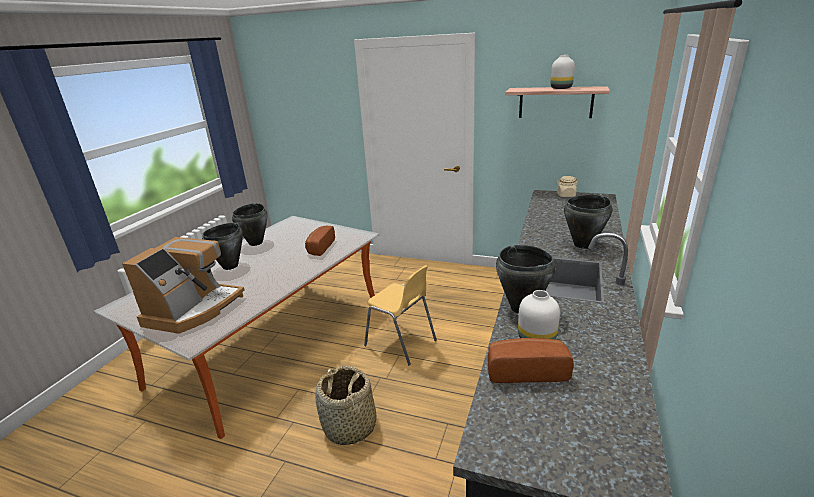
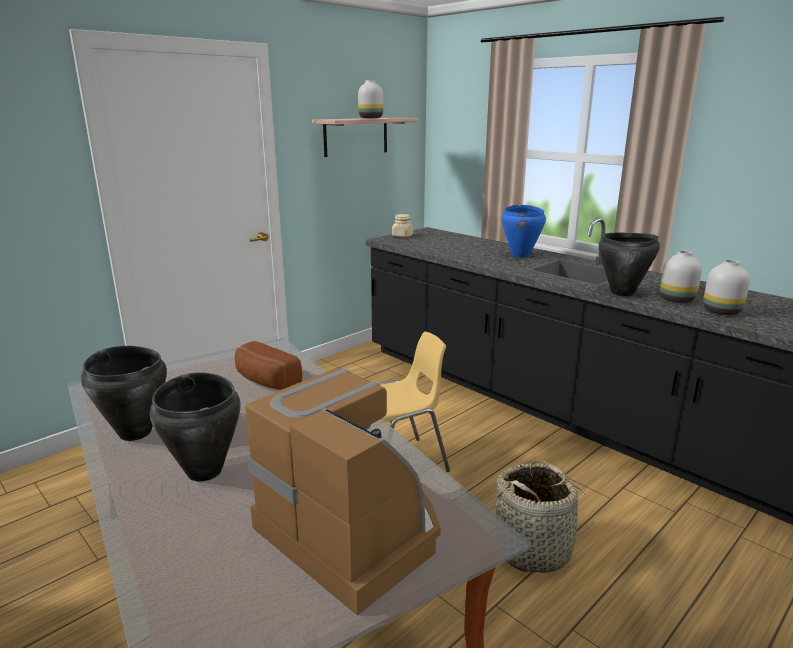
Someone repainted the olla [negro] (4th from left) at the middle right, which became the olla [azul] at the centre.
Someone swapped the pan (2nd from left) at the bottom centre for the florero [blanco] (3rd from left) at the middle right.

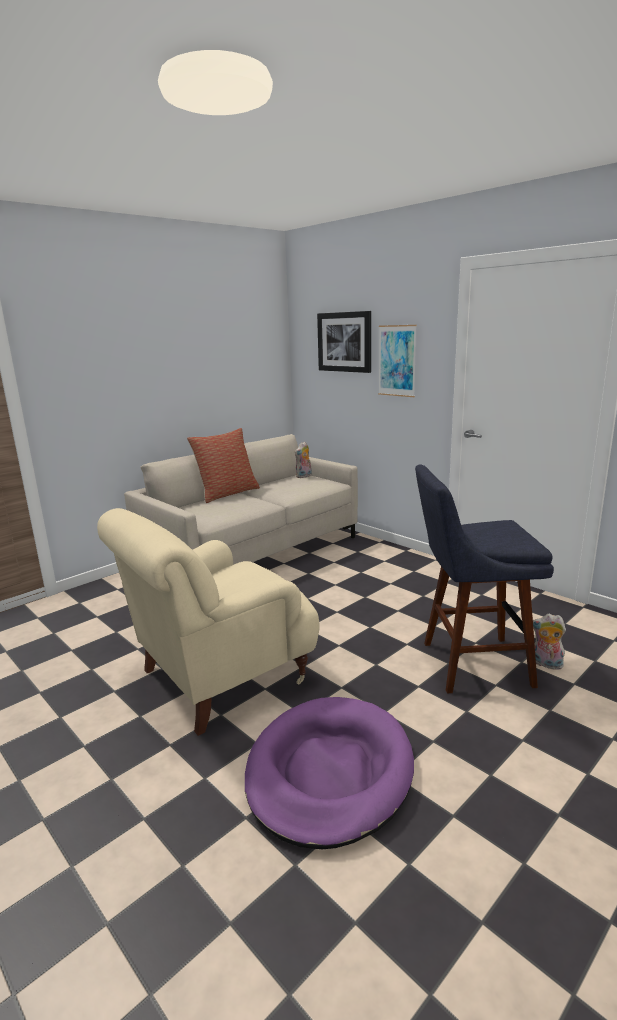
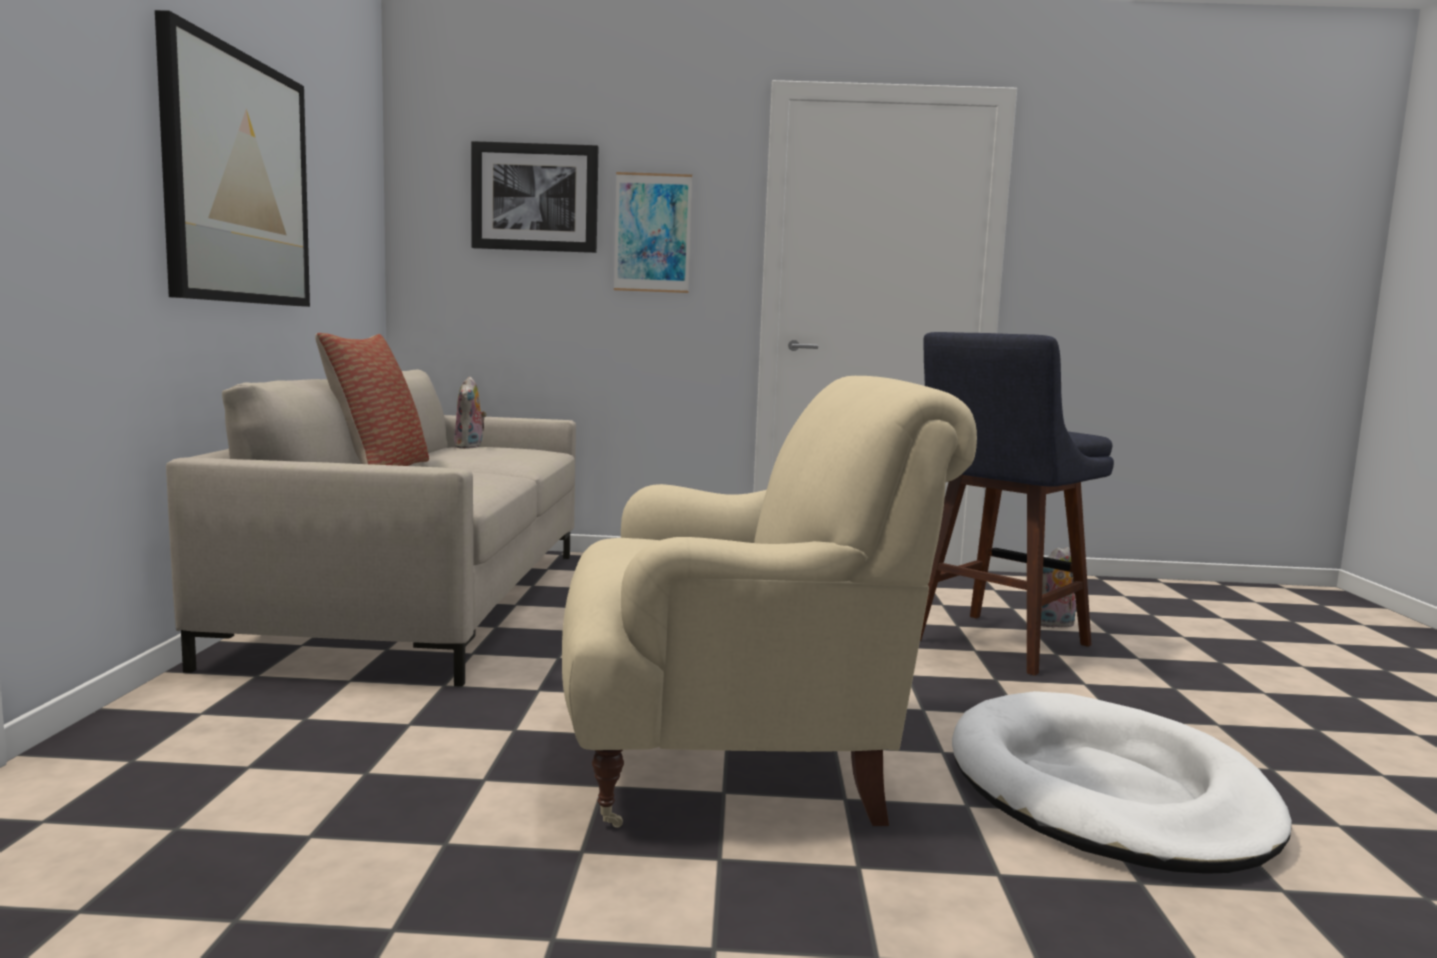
Someone rotated the sillón [beis] at the centre by 105 degrees counterclockwise.
Someone repainted the cama para perro [morado] at the bottom centre, which became the cama para perro [blanco] at the bottom right.
Someone put up the cuadro (1st from left) at the top left.

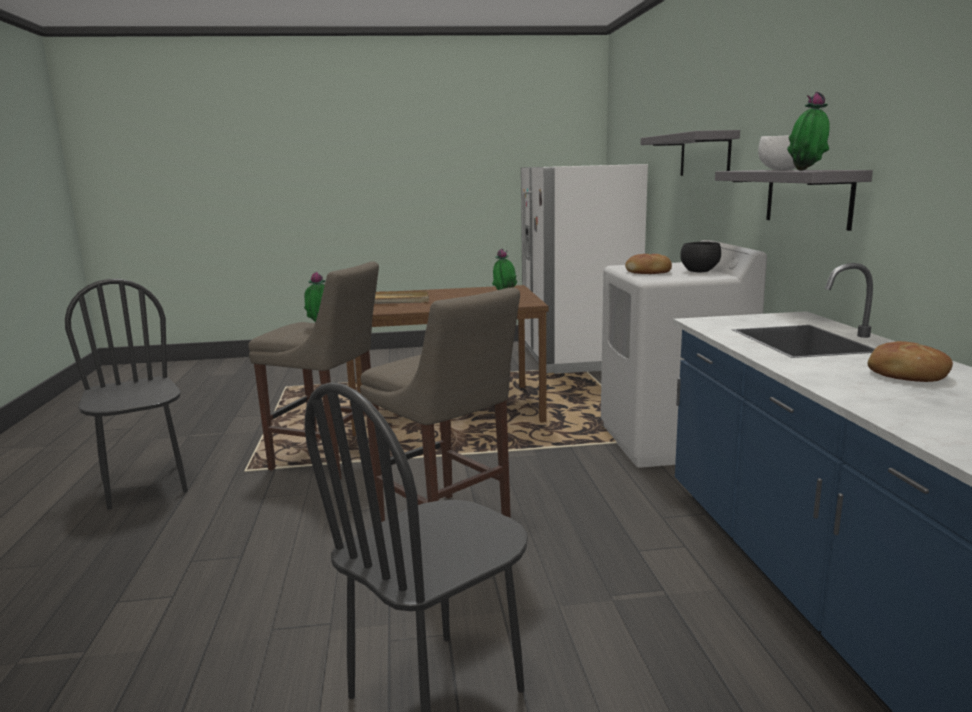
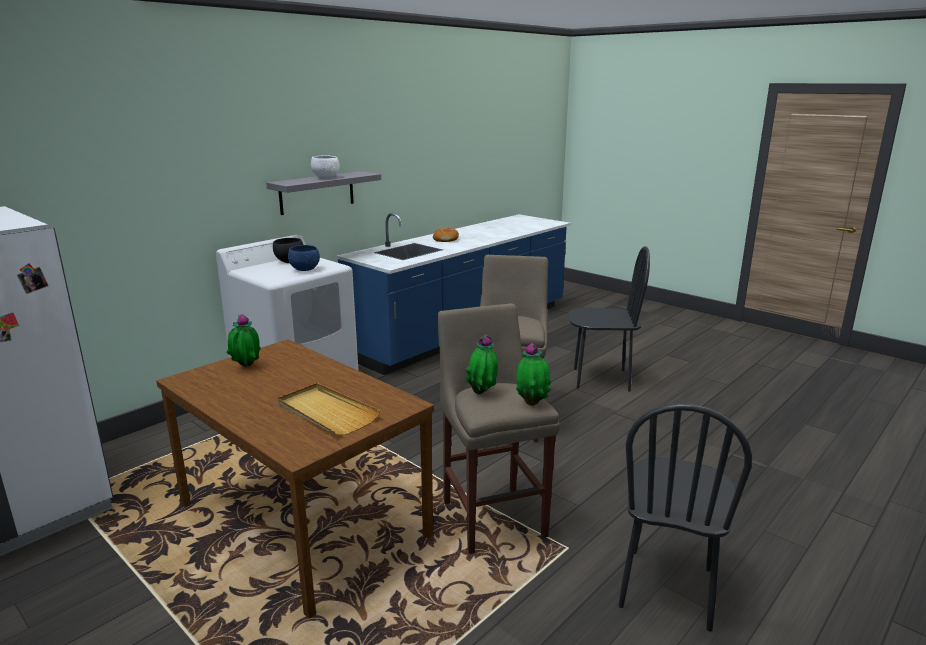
Someone carried the planta en maceta (3rd from left) from the top right to the centre.
Someone took away the estante [gris] (1st from left) at the top right.
Someone swapped the pan (1st from left) at the middle right for the cuenco [azul] at the middle left.

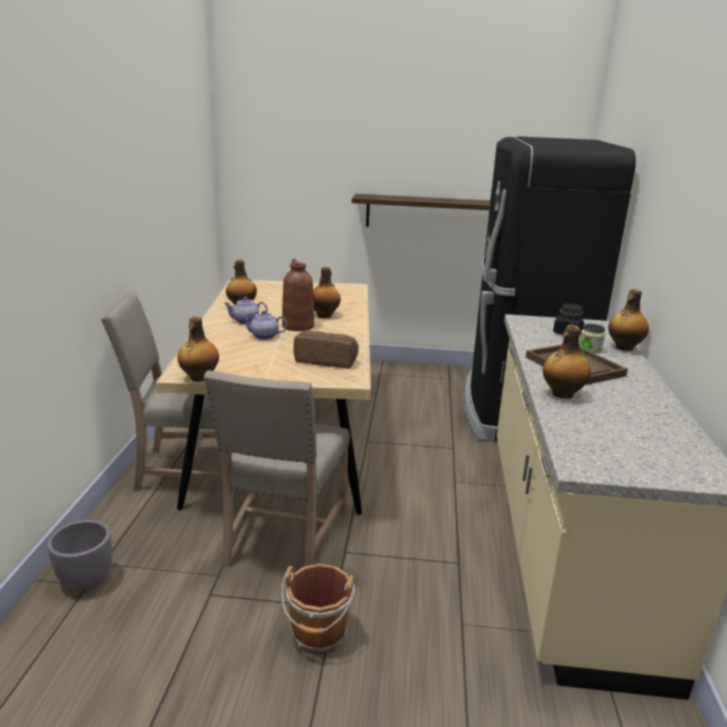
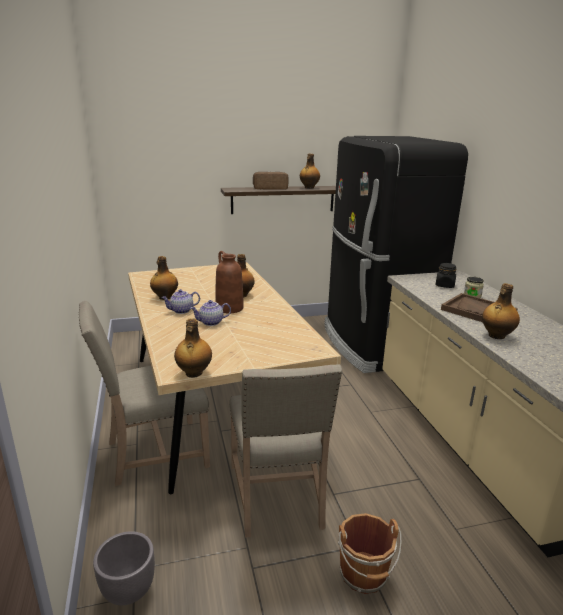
Someone carried the botella (5th from left in the first image) from the middle right to the top centre.
Someone carried the pan from the centre to the top centre.

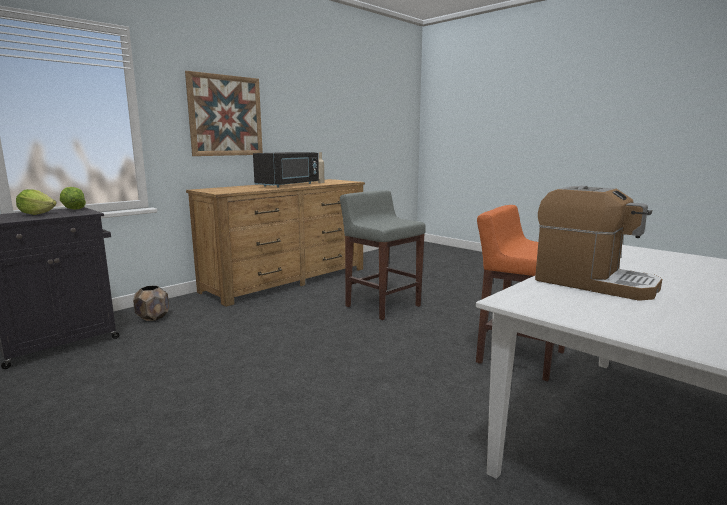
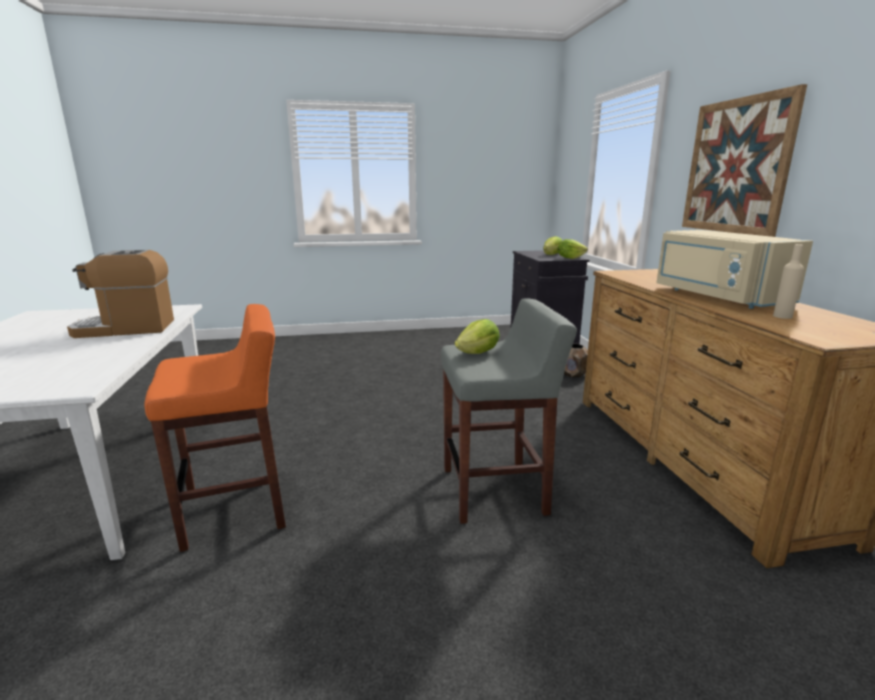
Someone repainted the microondas [negro] at the centre, which became the microondas [beis] at the middle right.
Someone put down the lechuga (1st from left) at the centre.

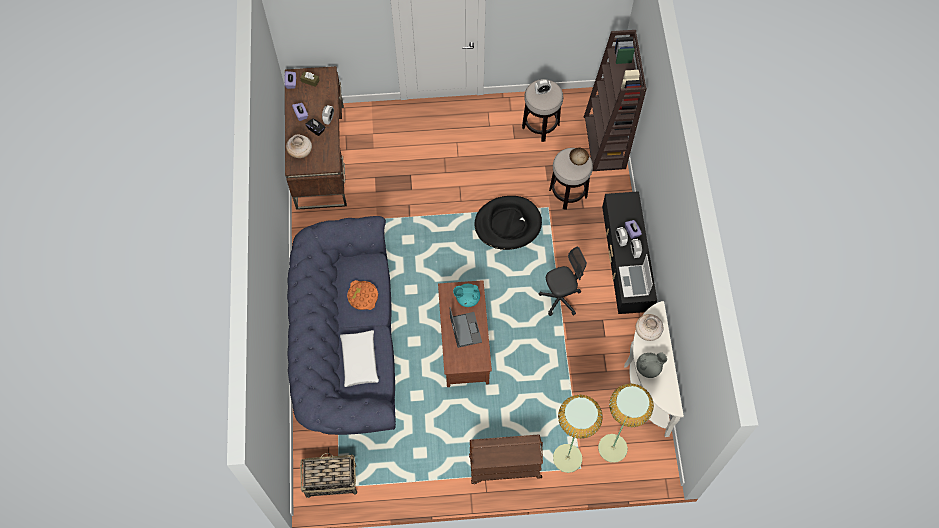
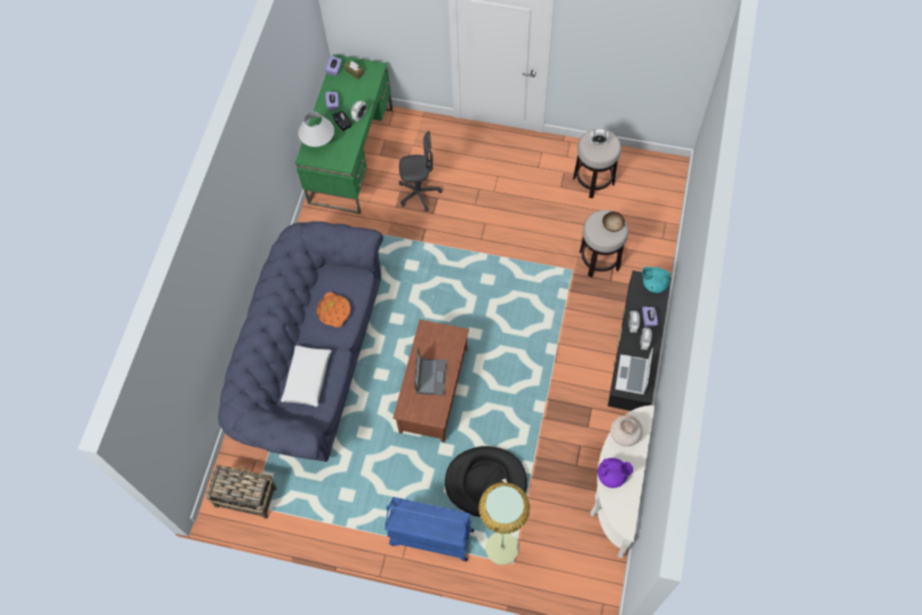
Someone took away the estantería [marrón] at the top centre.
Someone repainted the escritorio [marrón] at the top centre, which became the escritorio [verde] at the top centre.
Someone swapped the florero [beis] (1st from left) at the top left for the lámpara de mesa [blanco] at the top centre.
Someone carried the cama para perro [negro] from the centre to the bottom centre.
Someone carried the silla de oficina [gris] from the centre to the top centre.
Someone carried the tetera [turquesa] from the centre to the middle right.
Someone repainted the tetera [gris] at the bottom right, which became the tetera [morado] at the bottom right.
Someone took away the lámpara de pie (2nd from left) at the bottom right.
Someone repainted the carrito [marrón] at the bottom centre, which became the carrito [azul] at the bottom centre.

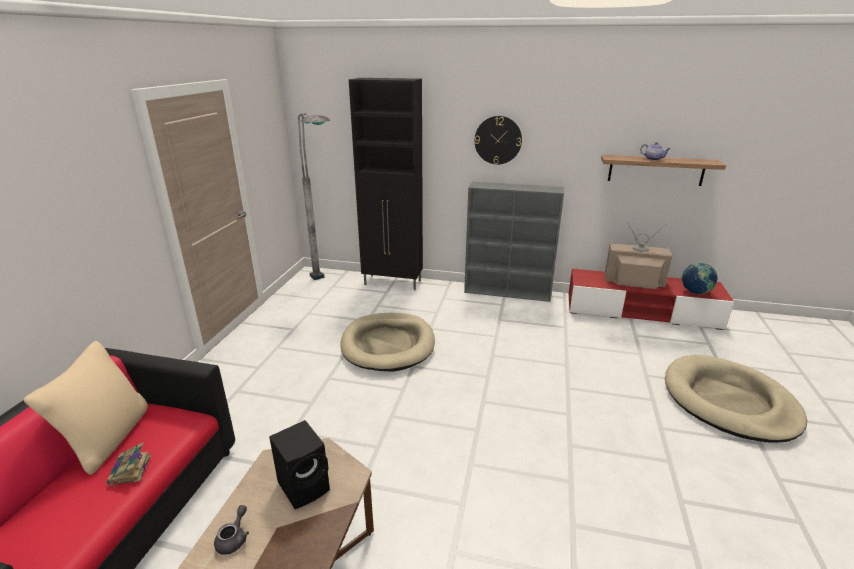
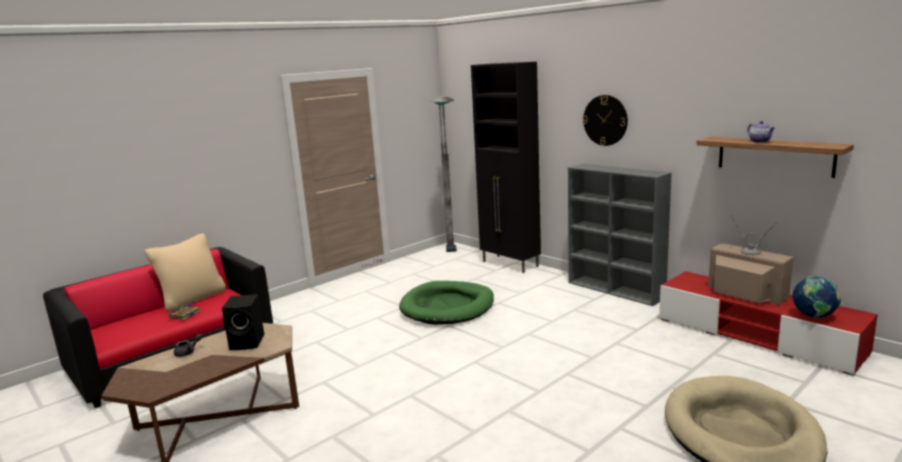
Someone repainted the cama para perro [beis] (1st from left) at the centre, which became the cama para perro [verde] at the centre.

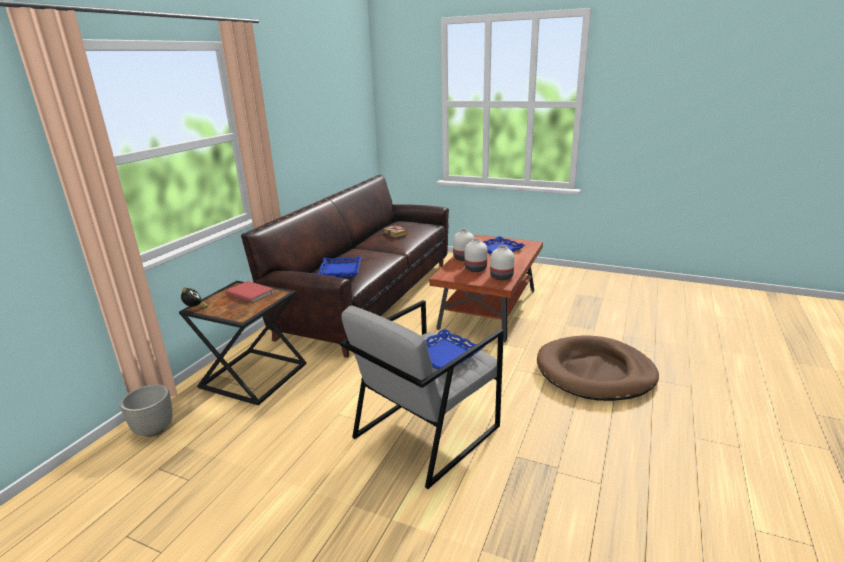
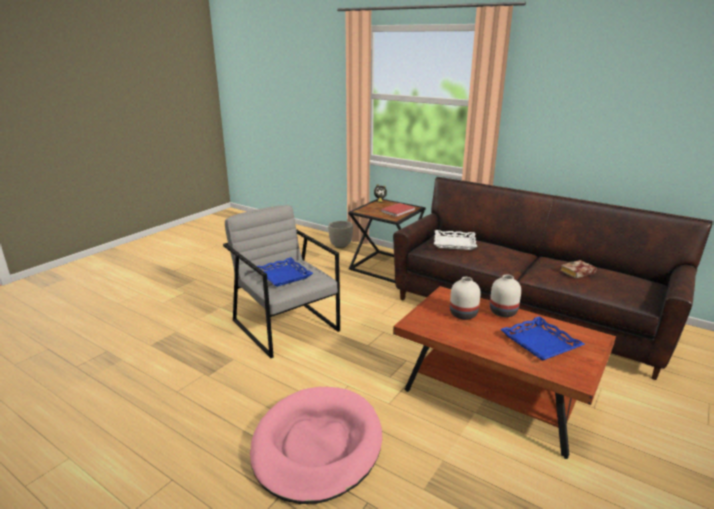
Someone took away the florero [blanco] (3rd from left) at the centre.
Someone repainted the bandeja [azul] (1st from left) at the centre, which became the bandeja [blanco] at the centre.
Someone repainted the cama para perro [marrón] at the middle right, which became the cama para perro [rosa] at the bottom centre.

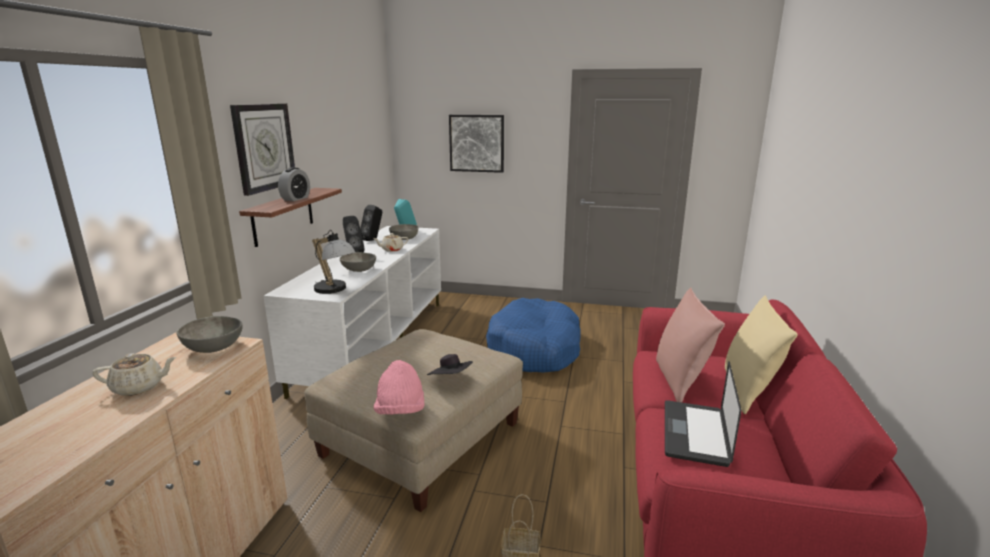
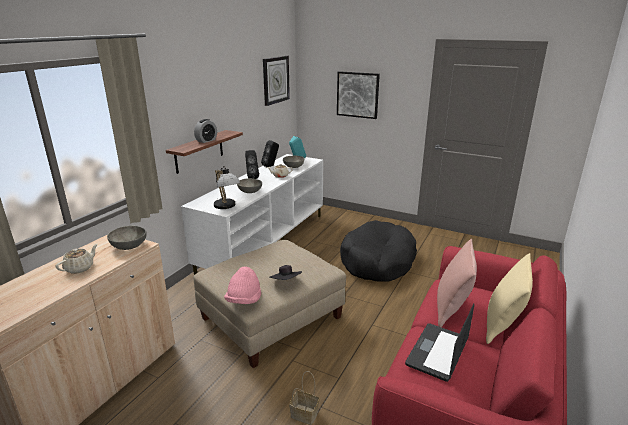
Someone carried the reloj de pared from the top left to the top centre.
Someone repainted the cama para perro [azul] at the centre, which became the cama para perro [negro] at the centre.
Someone rotated the tetera [beis] (1st from left) at the bottom left by 60 degrees counterclockwise.

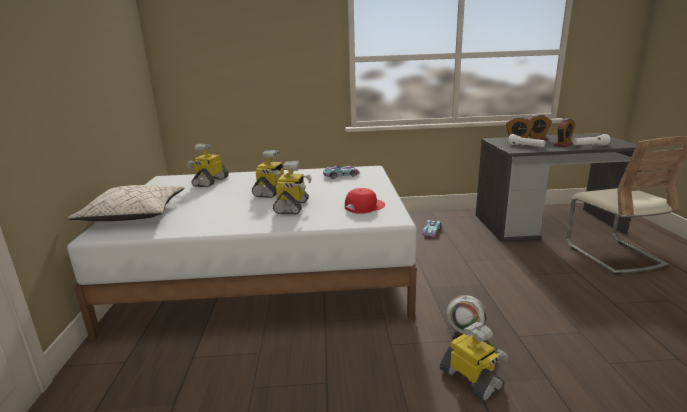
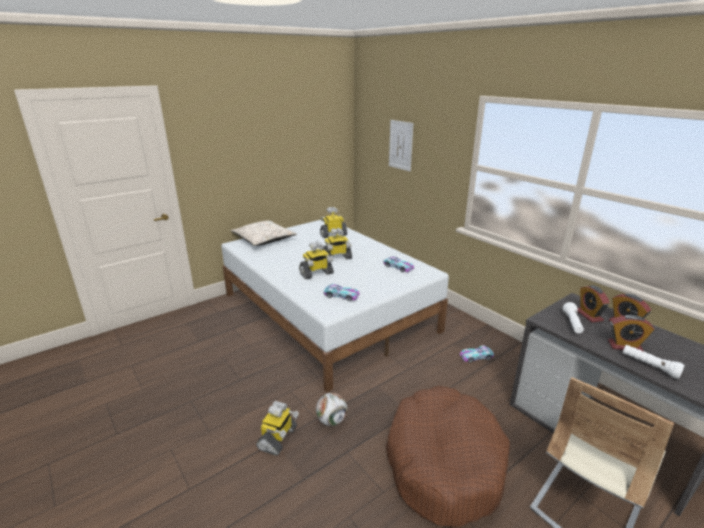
Someone swapped the gorra [rojo] at the centre for the coche de juguete (1st from left) at the centre.
Someone put up the cuadro at the top centre.
Someone put down the cama para perro [marrón] at the bottom centre.

